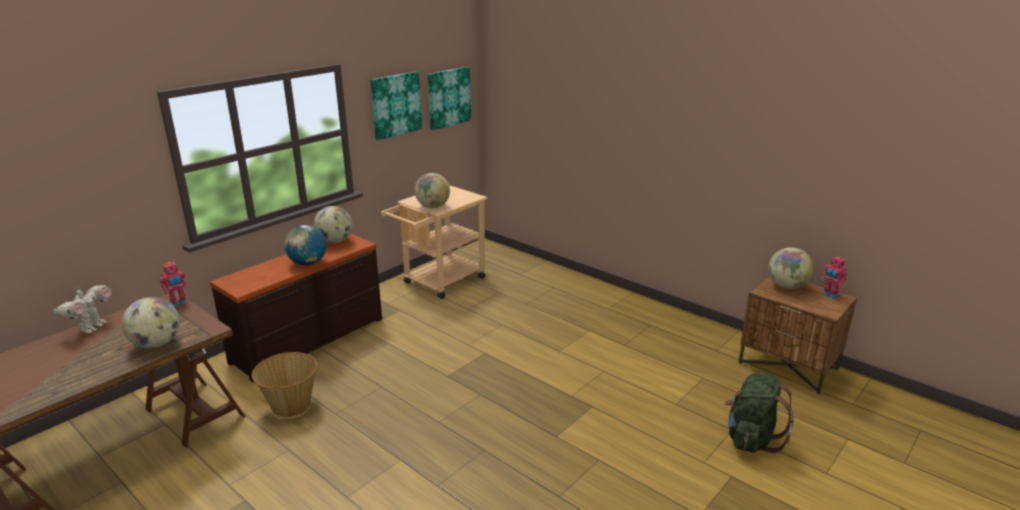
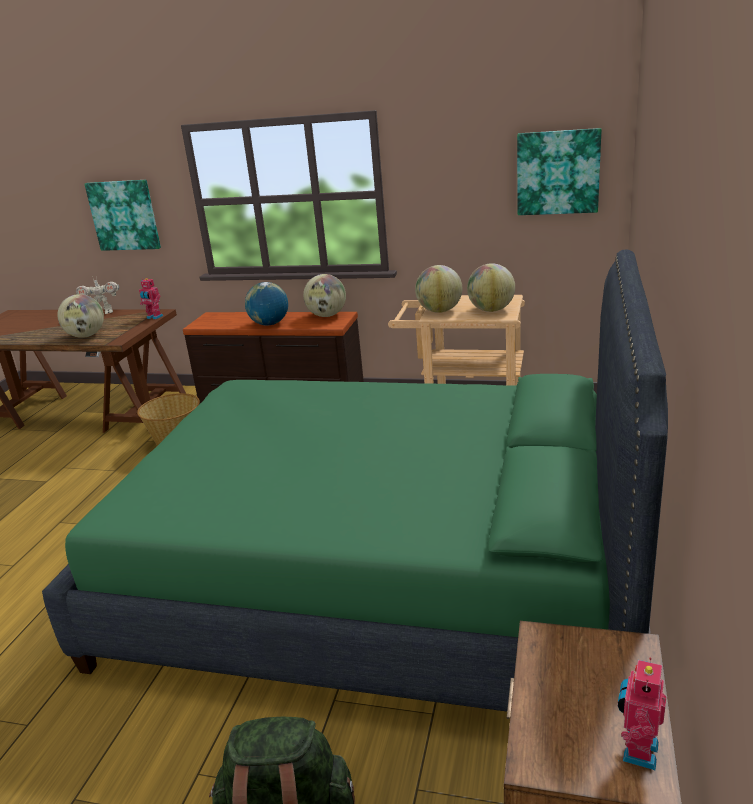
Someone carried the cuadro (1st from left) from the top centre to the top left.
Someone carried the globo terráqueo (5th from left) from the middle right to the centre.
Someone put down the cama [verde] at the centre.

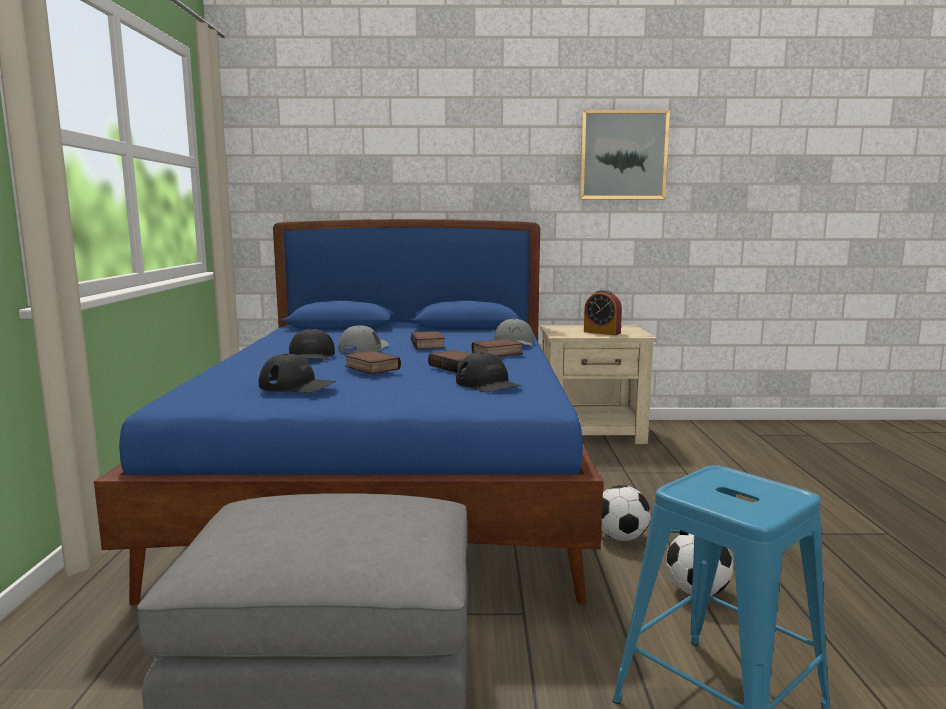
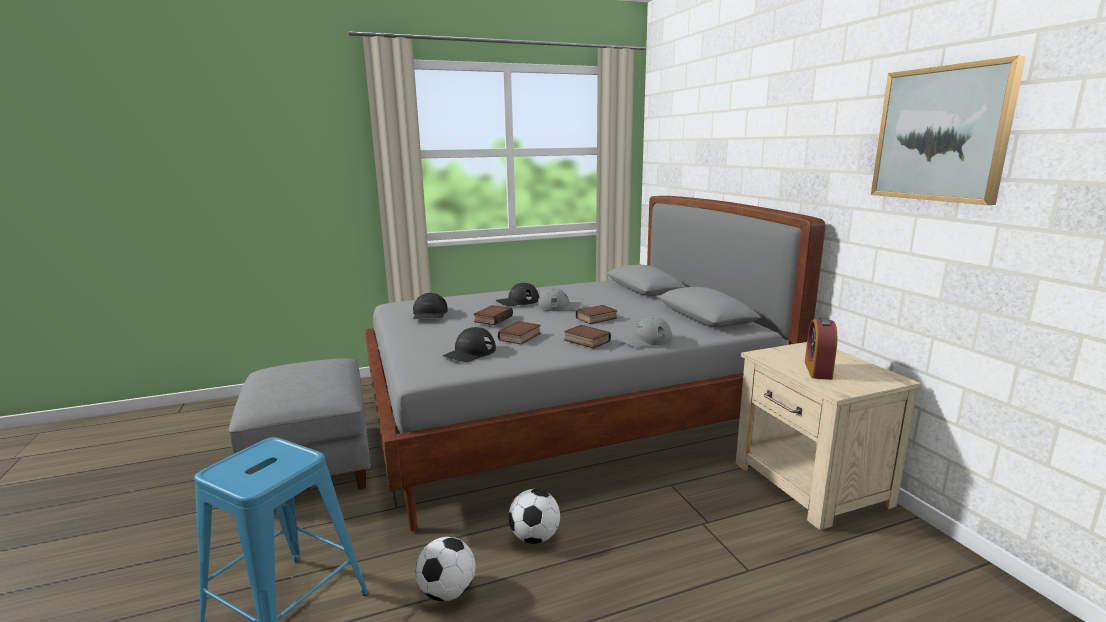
Someone repainted the cama [azul] at the centre, which became the cama [gris] at the centre.

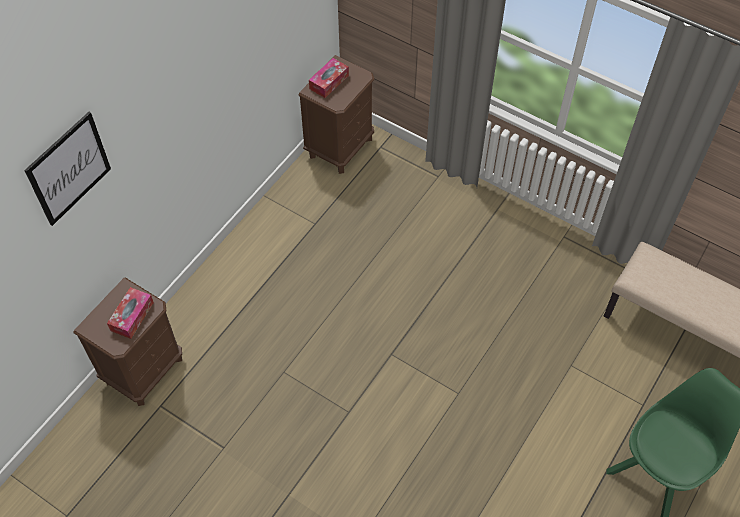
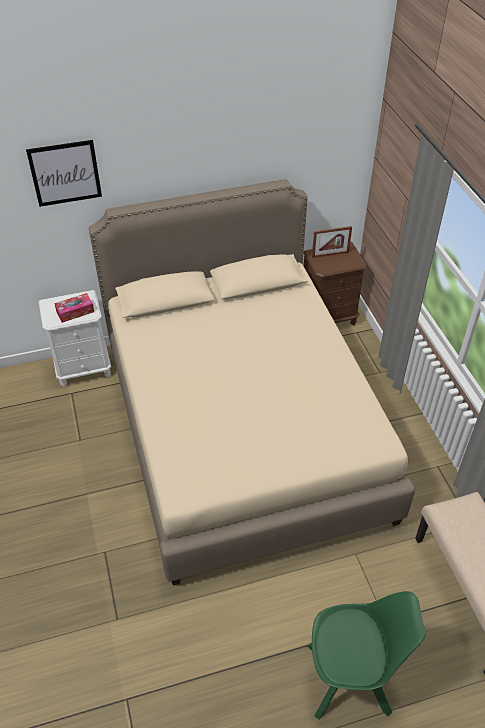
Someone swapped the caja de pañuelos (2nd from left) at the top centre for the portarretratos at the top right.
Someone repainted the mesita de noche [marrón] (1st from left) at the middle left, which became the mesita de noche [blanco] at the middle left.
Someone put down the cama [beis] at the centre.

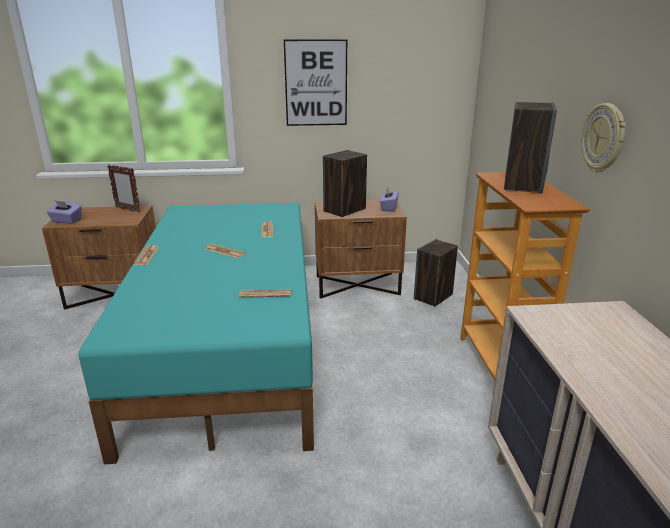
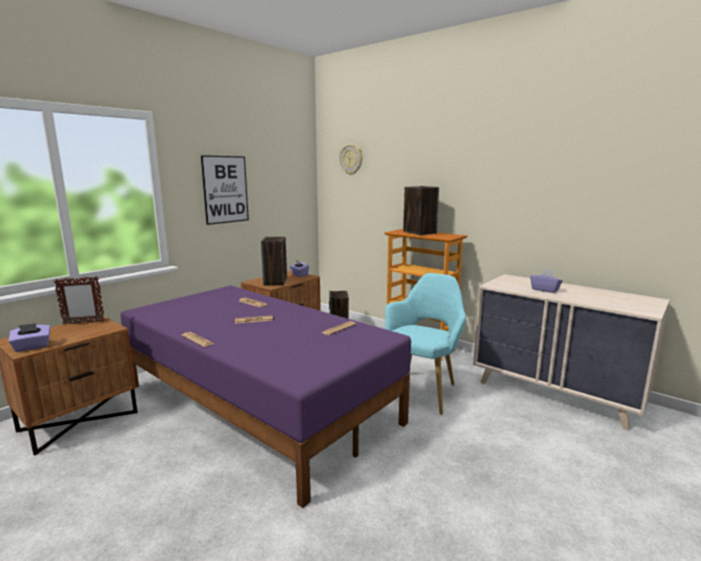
Someone carried the reloj de pared from the top right to the top centre.
Someone repainted the cama [turquesa] at the middle left, which became the cama [morado] at the bottom centre.
Someone put down the caja de pañuelos [morado] (3rd from left) at the middle right.
Someone put down the sillón [turquesa] at the centre.

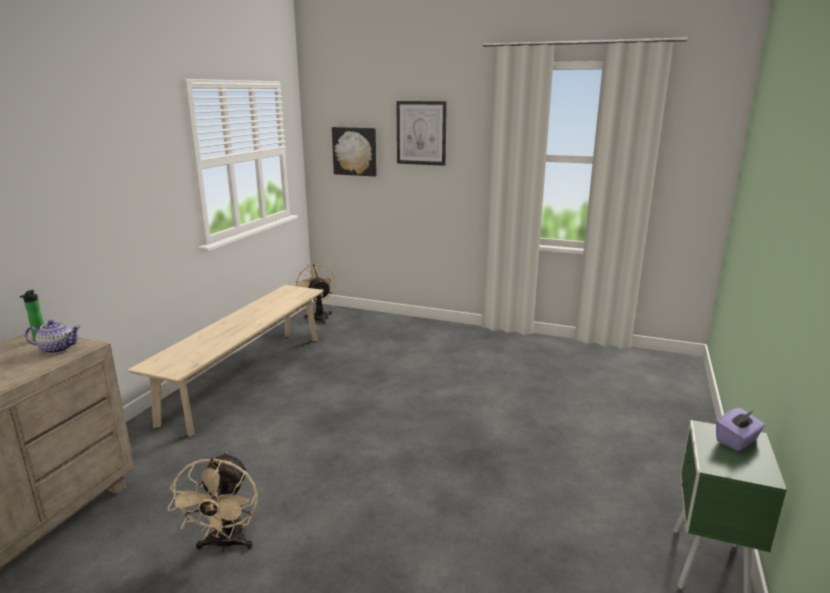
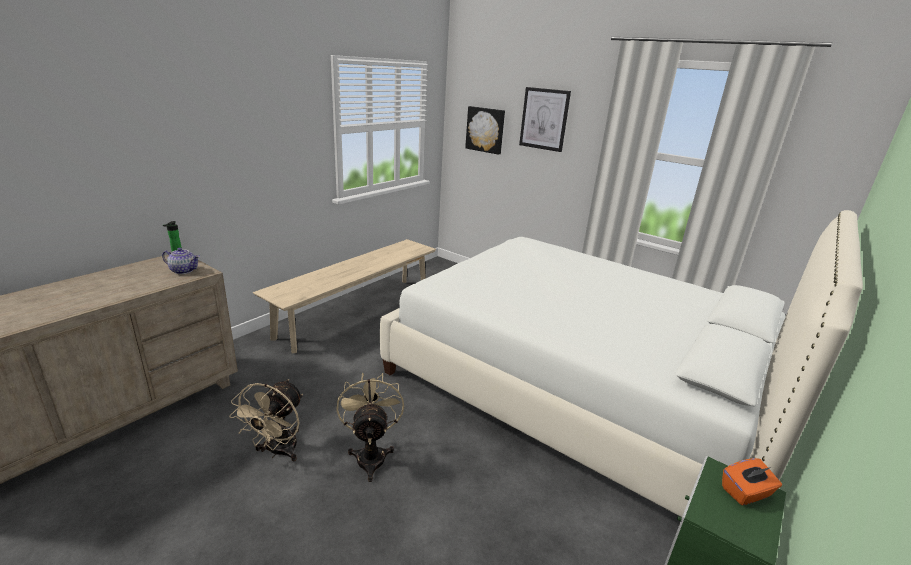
Someone carried the ventilador [beis] (2nd from left) from the centre to the bottom centre.
Someone repainted the caja de pañuelos [morado] at the bottom right, which became the caja de pañuelos [naranja] at the bottom right.
Someone put down the cama [blanco] at the middle right.

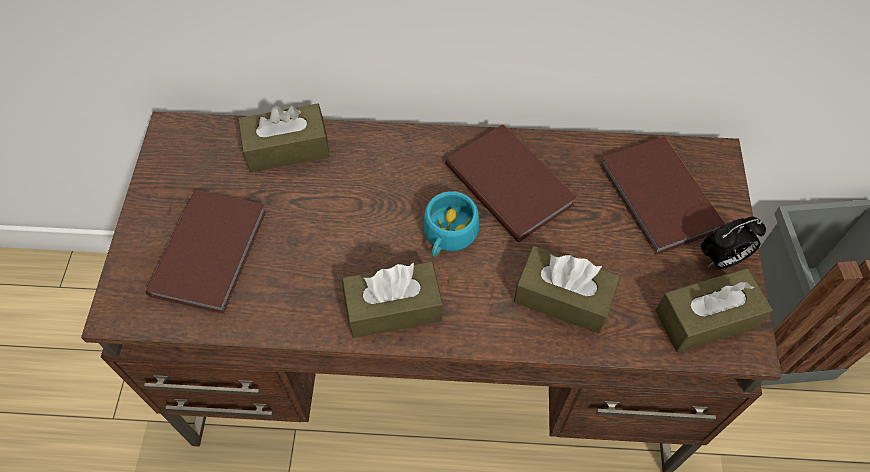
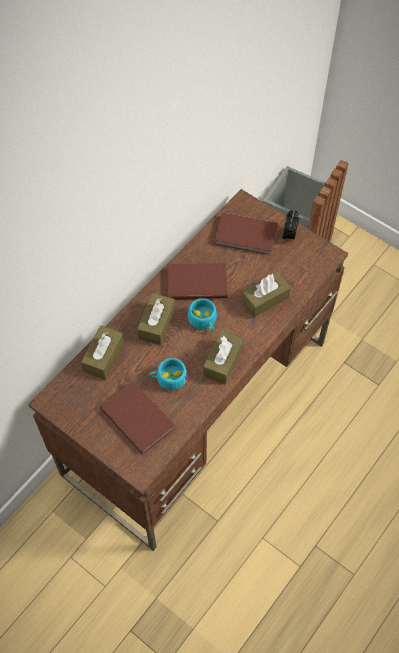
Someone carried the caja de pañuelos [marrón] (4th from left in the first image) from the middle right to the centre.
Someone put down the taza [turquesa] (1st from left) at the centre.

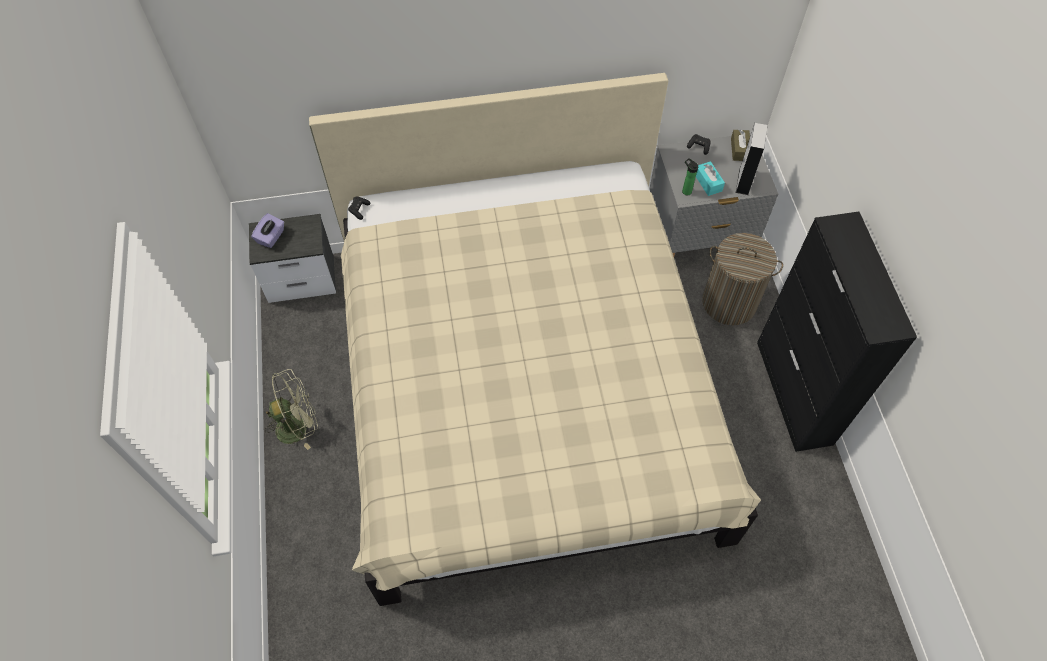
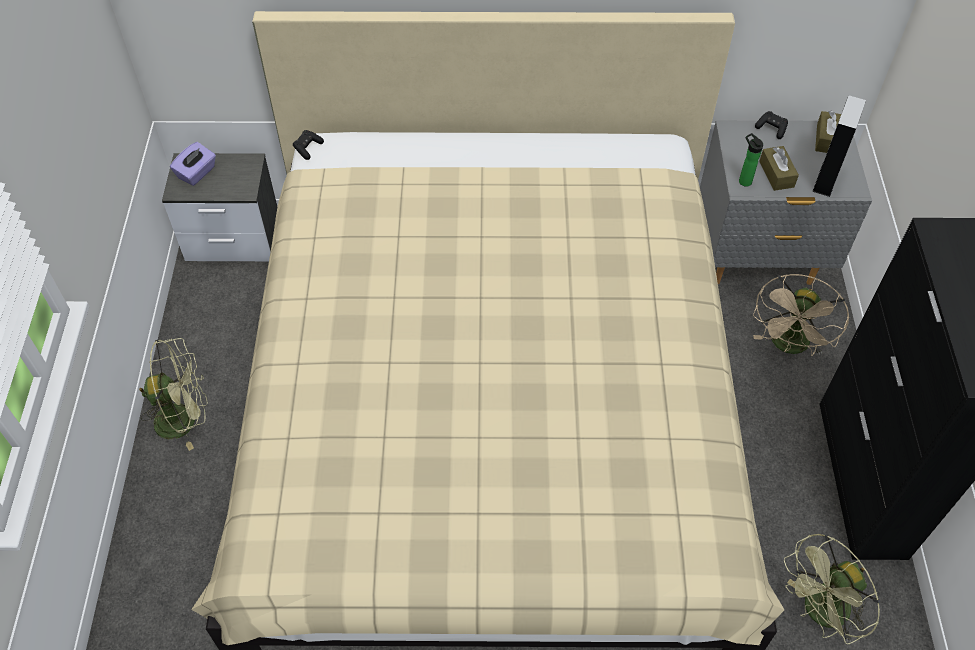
Someone repainted the caja de pañuelos [turquesa] at the top right, which became the caja de pañuelos [marrón] (1st from left) at the top right.
Someone swapped the cesto de la ropa at the middle right for the ventilador [beis] at the middle right.
Someone put down the ventilador [verde] (2nd from left) at the bottom right.

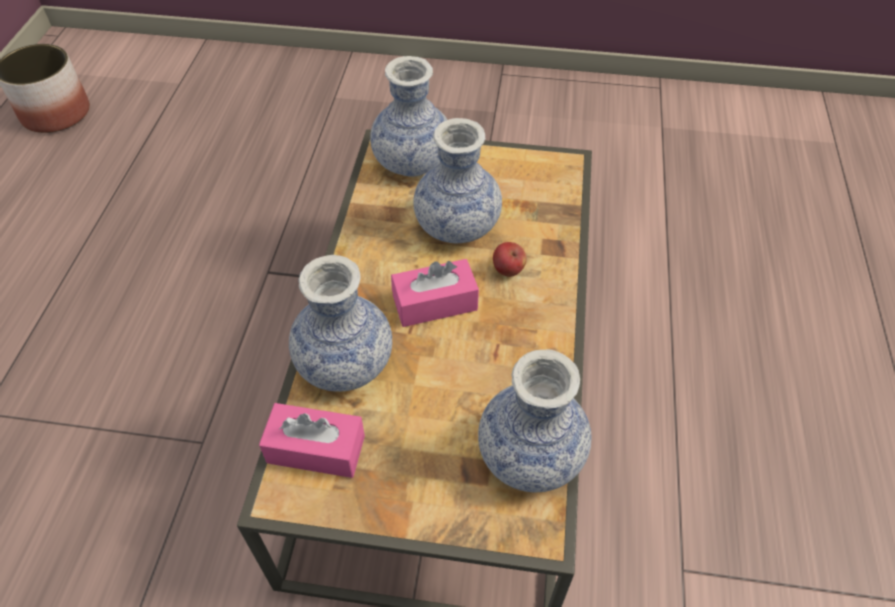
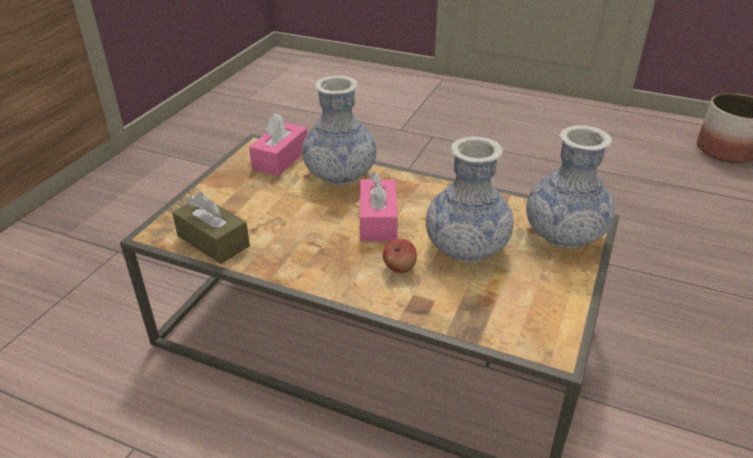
Someone swapped the florero (4th from left) at the bottom centre for the caja de pañuelos [marrón] at the middle left.

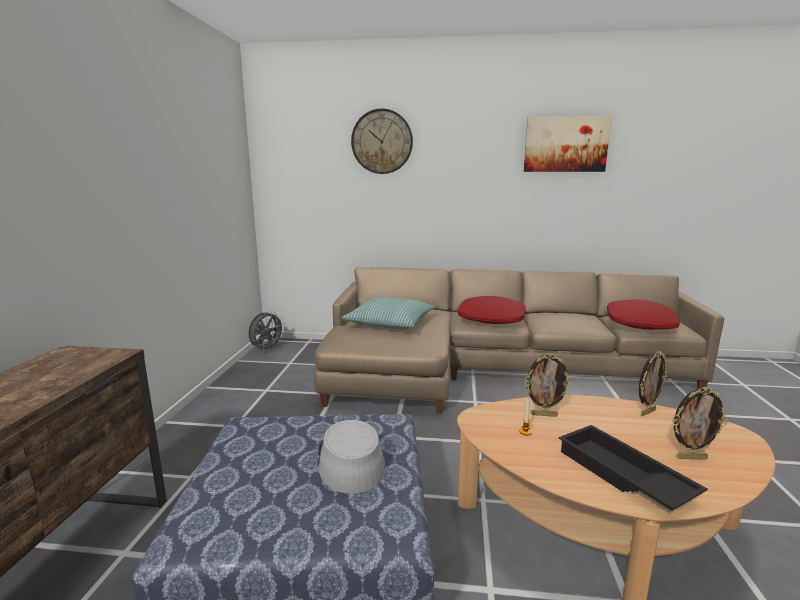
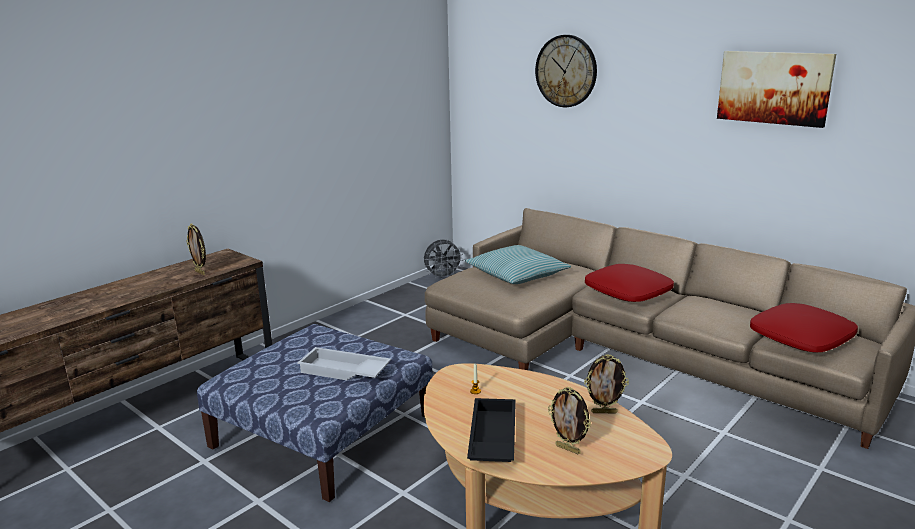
Someone carried the portarretratos (1st from left) from the middle right to the middle left.
Someone swapped the sombrero [gris] at the bottom centre for the bandeja [blanco] at the bottom centre.

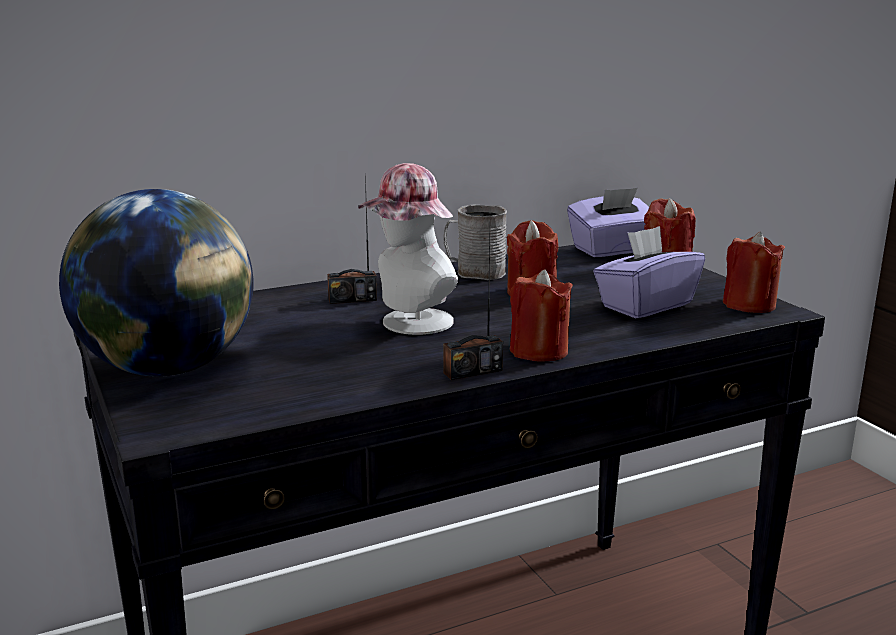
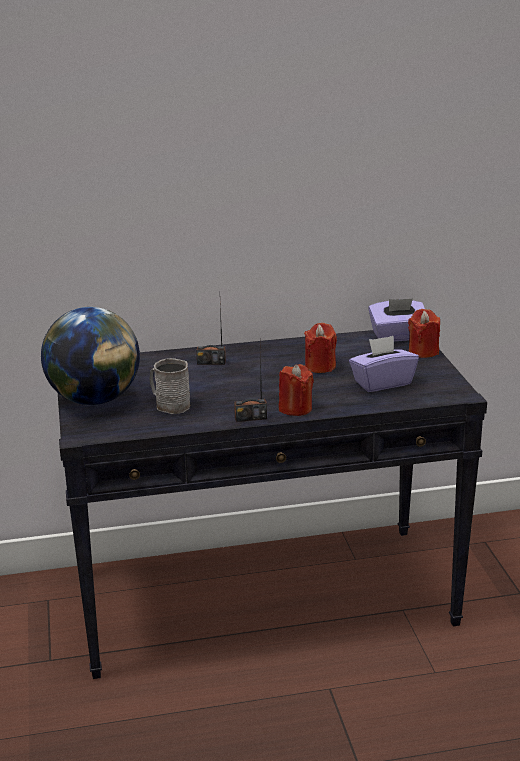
Someone took away the sombrero at the centre.
Someone carried the taza grande [gris] from the centre to the middle left.
Someone took away the vela [rojo] (4th from left) at the middle right.

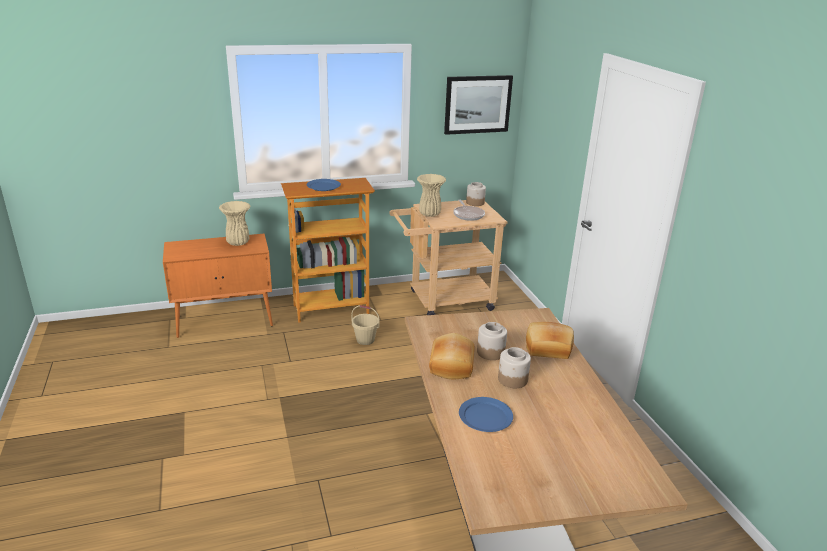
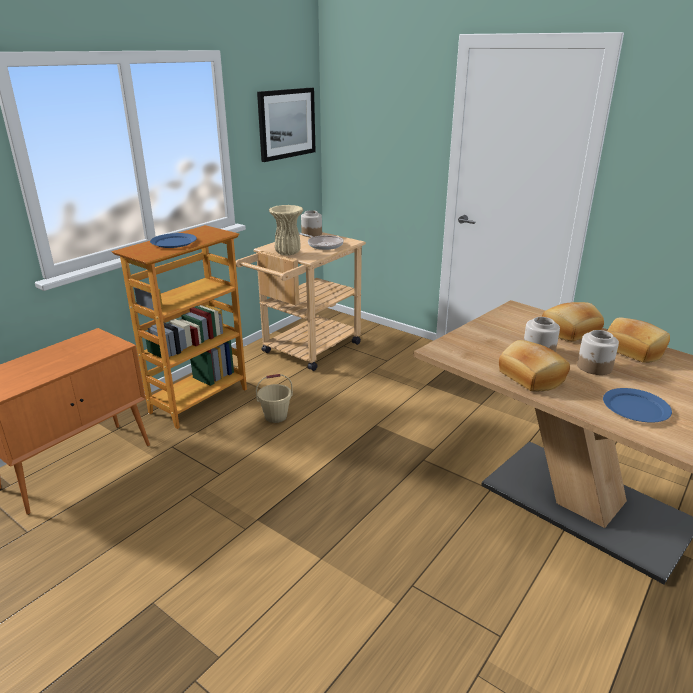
Someone took away the florero [beis] (1st from left) at the middle left.
Someone put down the pan (3rd from left) at the middle right.

